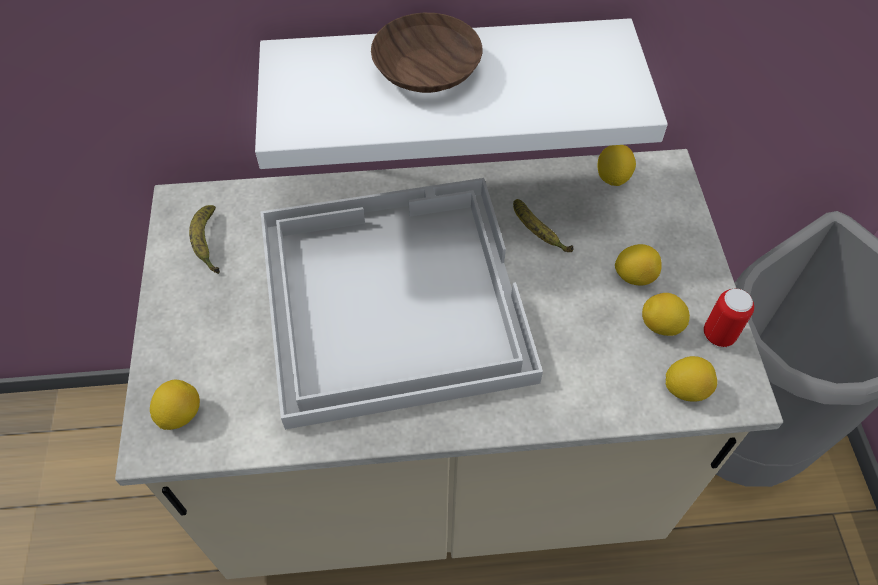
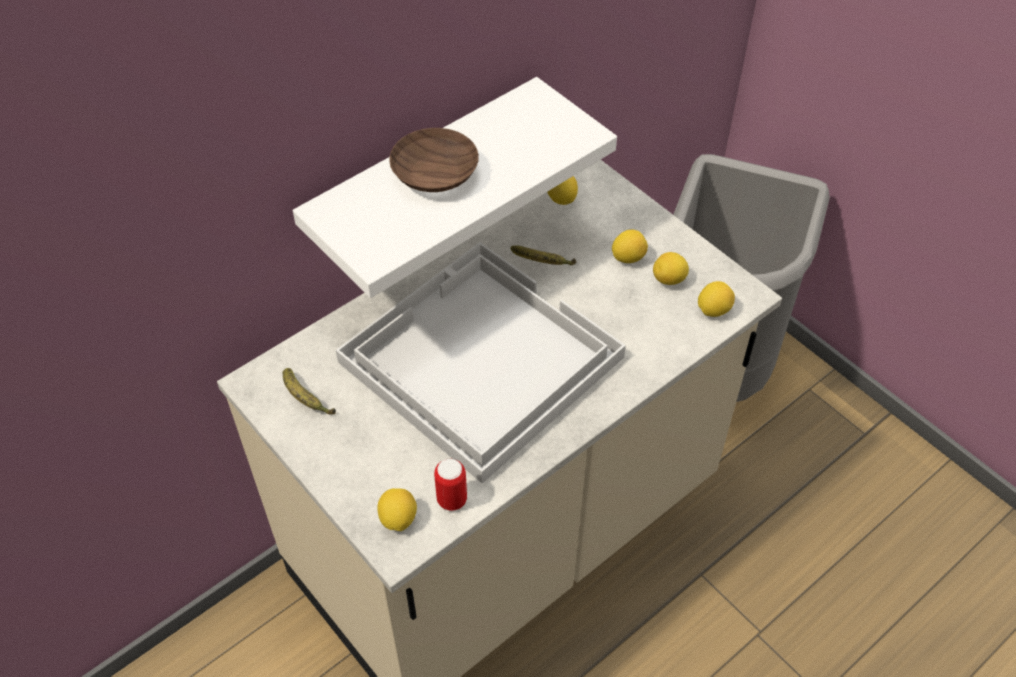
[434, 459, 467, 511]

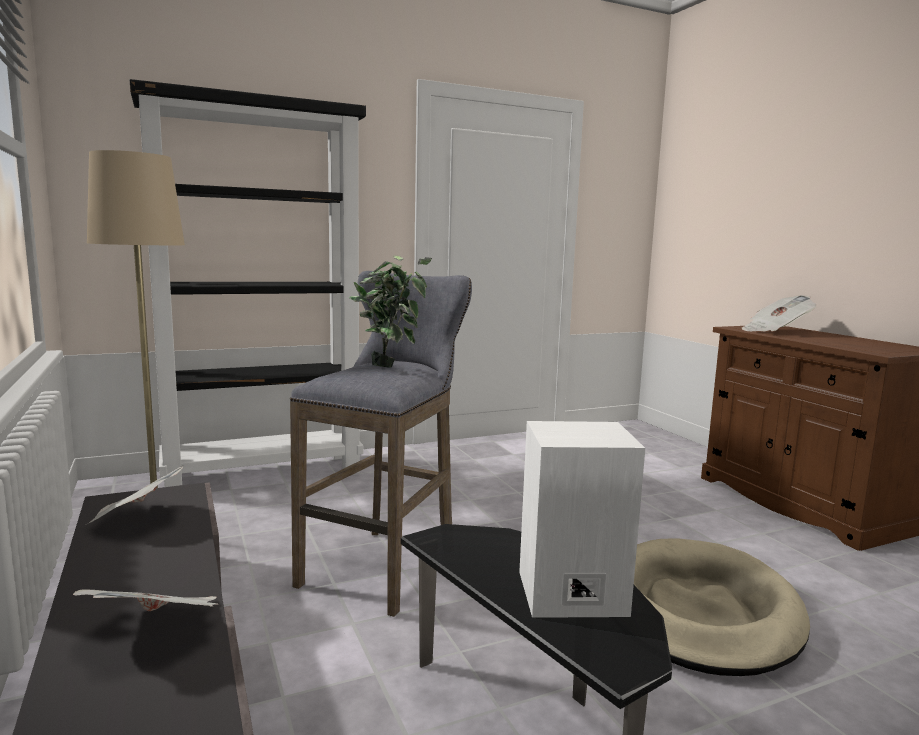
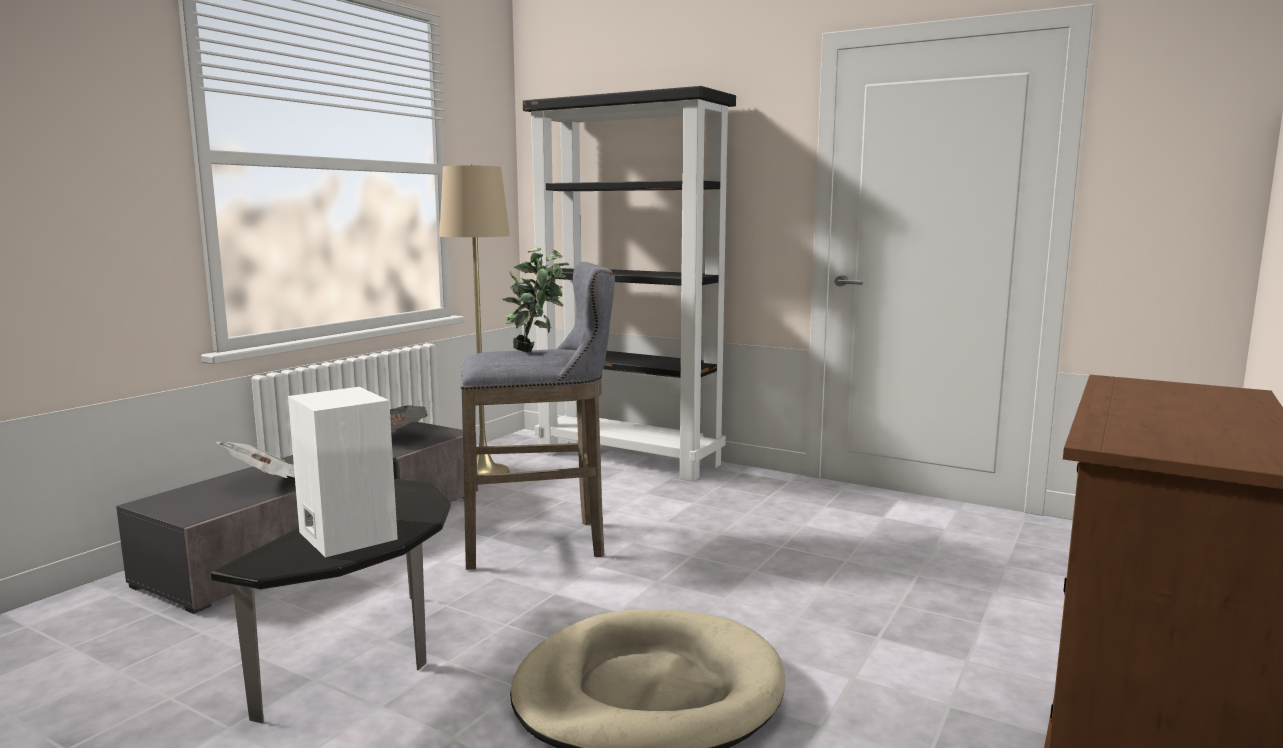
[741, 295, 816, 332] (first image)

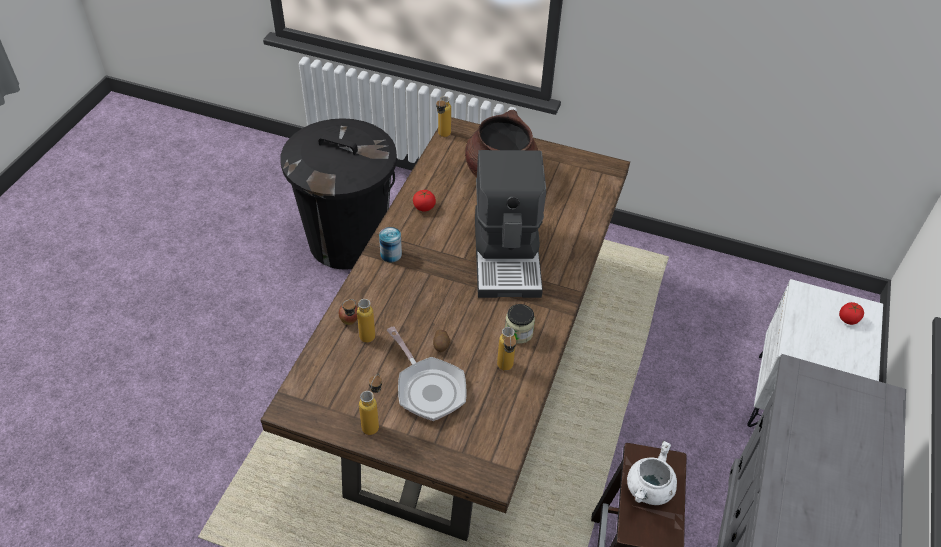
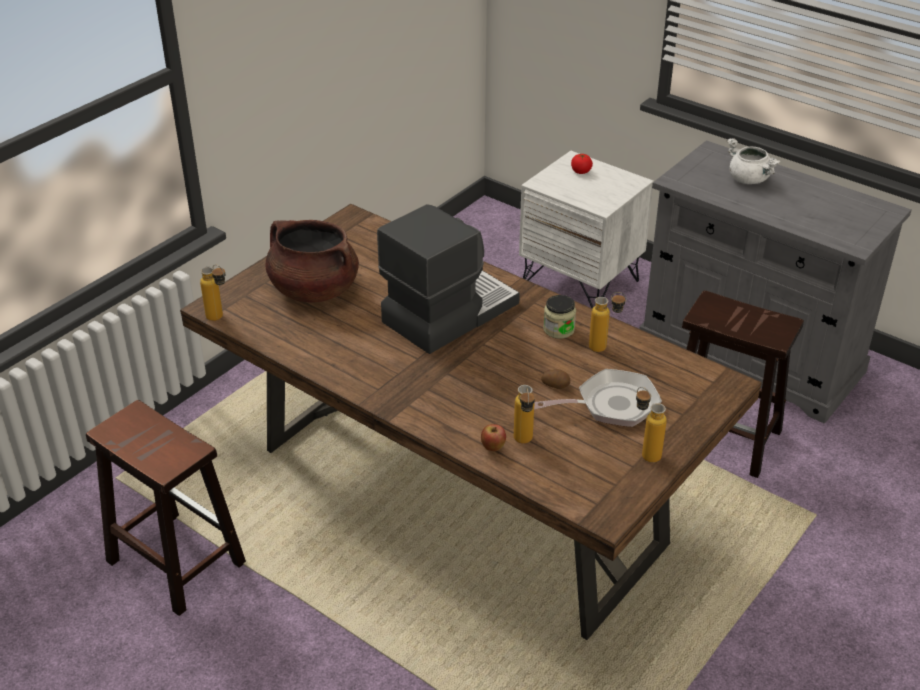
[86, 400, 246, 616]
[377, 204, 520, 354]
[413, 190, 436, 211] (first image)
[379, 227, 402, 262] (first image)
[727, 138, 780, 184]

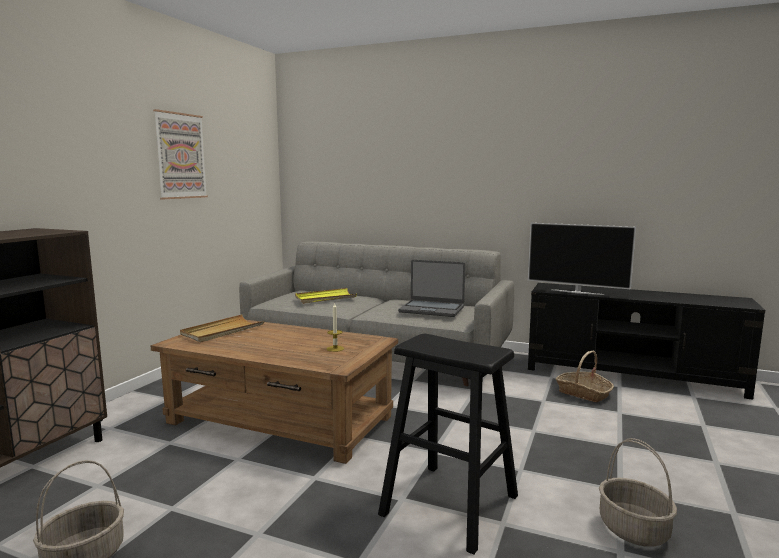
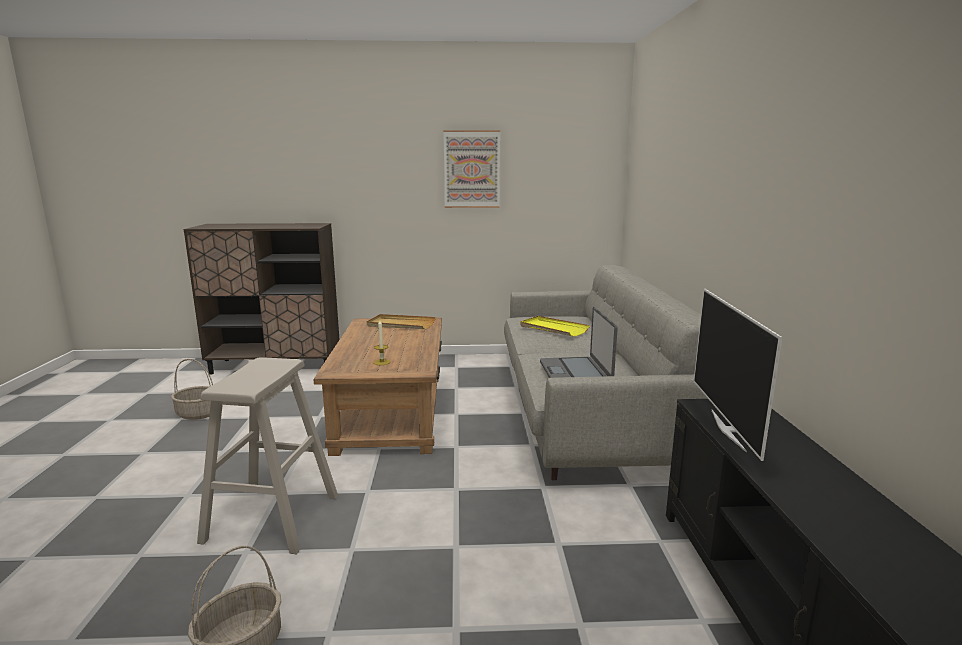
[197, 358, 338, 554]
[556, 351, 614, 402] (first image)

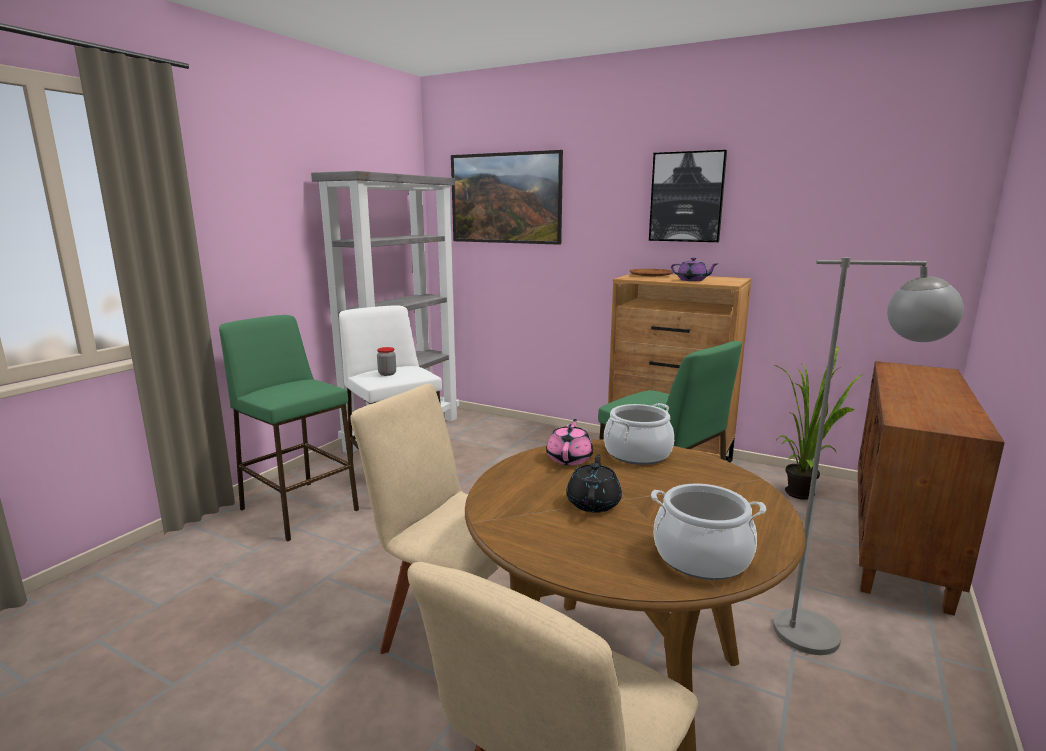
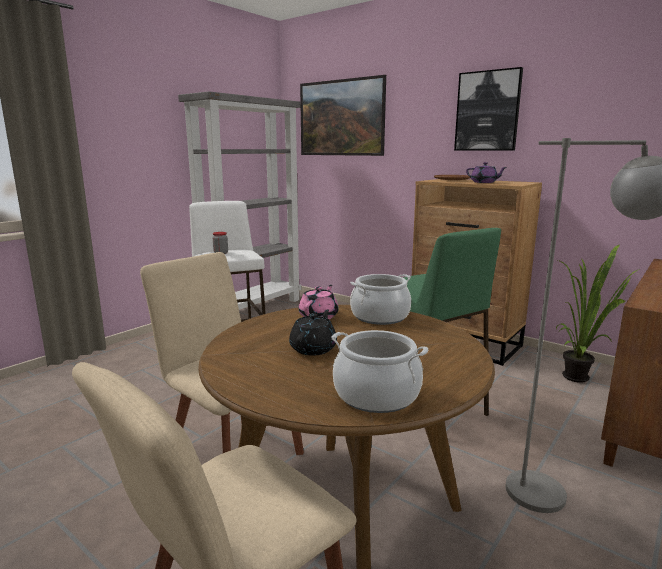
[219, 315, 359, 541] (first image)

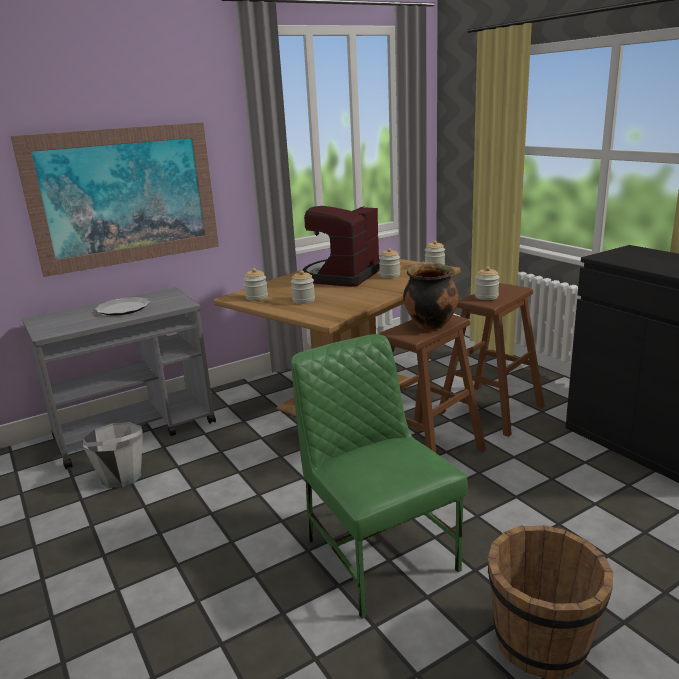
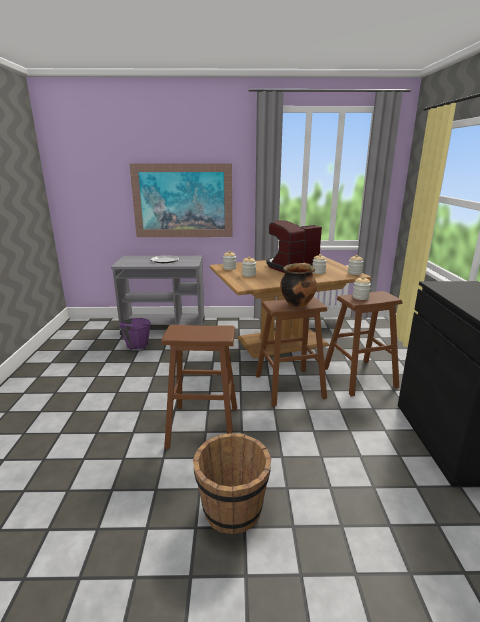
[161, 325, 237, 449]
[119, 318, 151, 351]

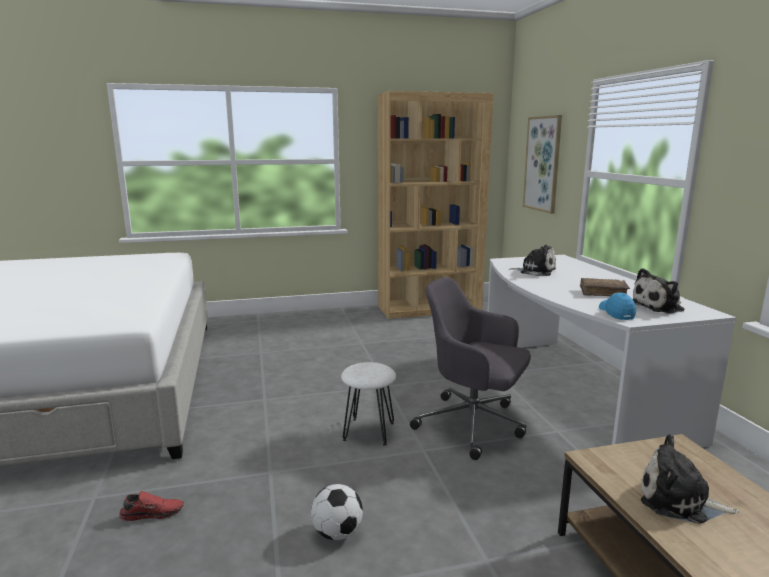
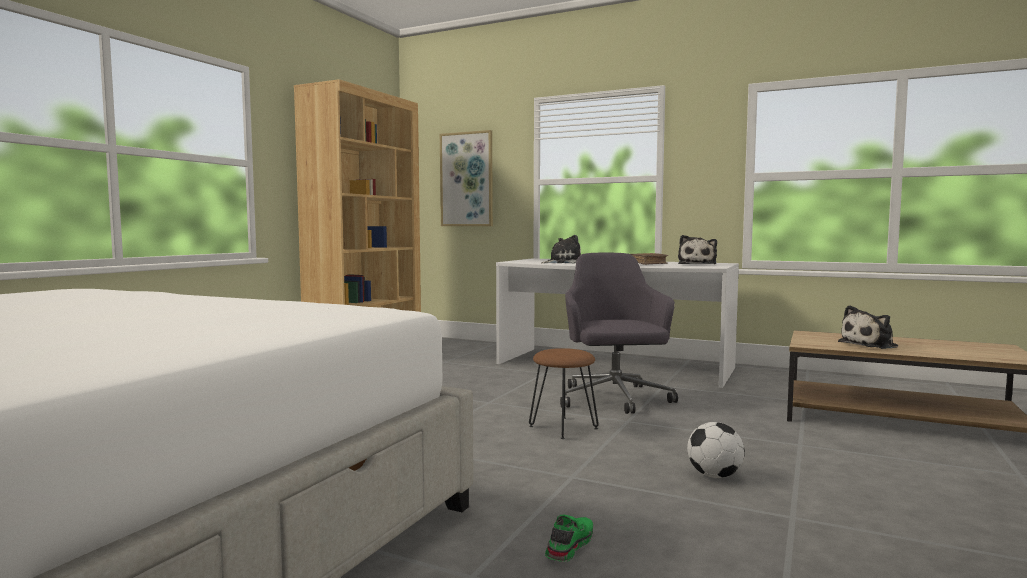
[560, 252, 678, 414]
[599, 293, 636, 320] (first image)
[529, 348, 599, 439]
[545, 515, 594, 562]

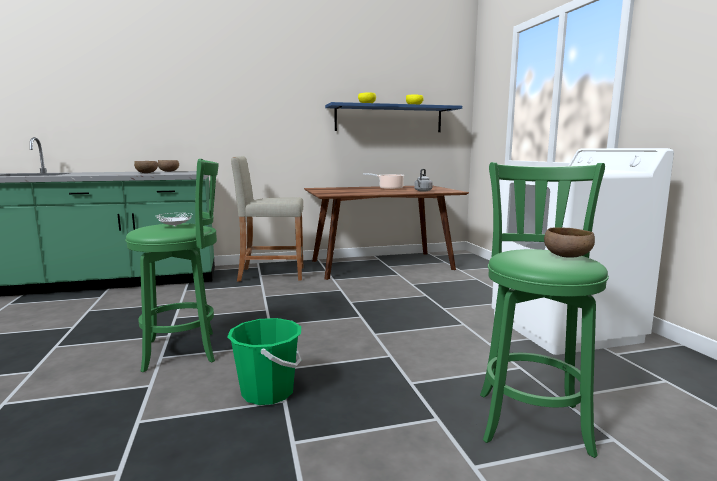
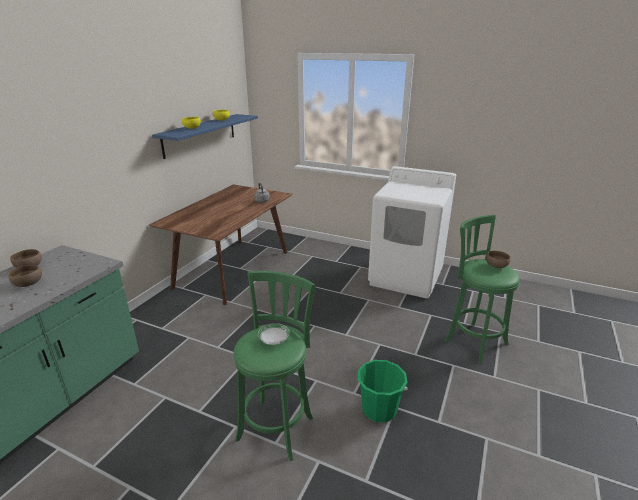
[231, 156, 303, 282] (first image)
[363, 173, 405, 190] (first image)

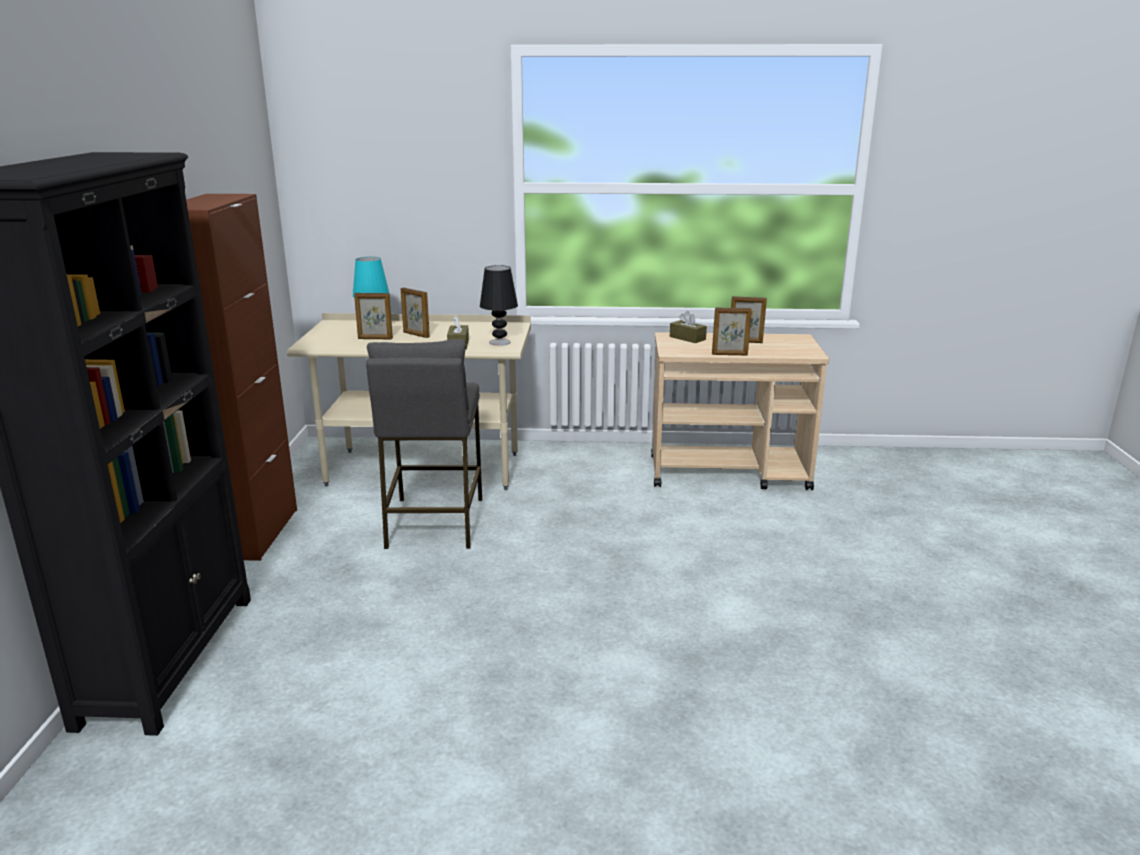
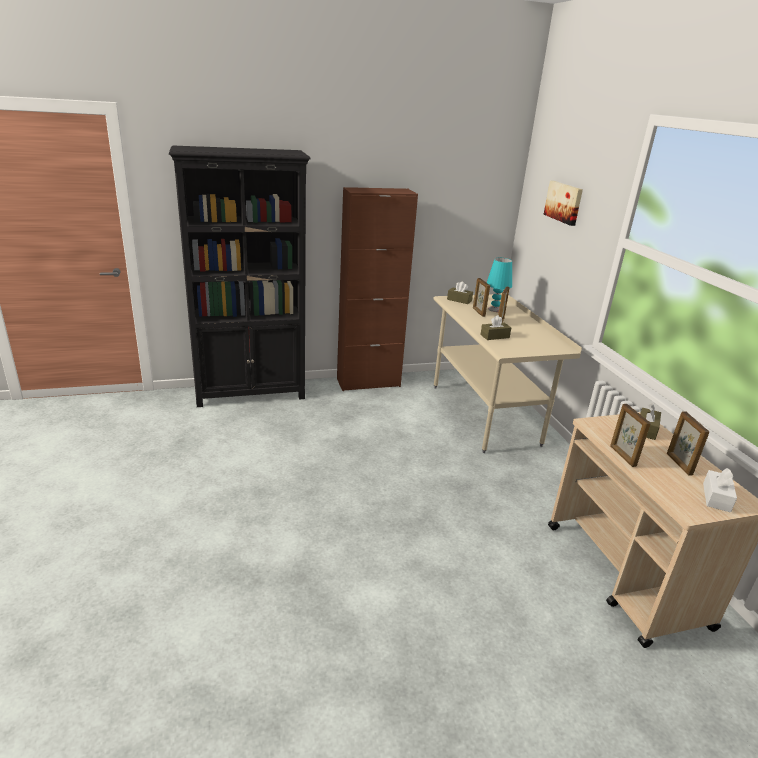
[480, 265, 518, 346] (first image)
[366, 339, 482, 549] (first image)
[544, 181, 583, 226]
[447, 282, 473, 304]
[703, 468, 737, 512]

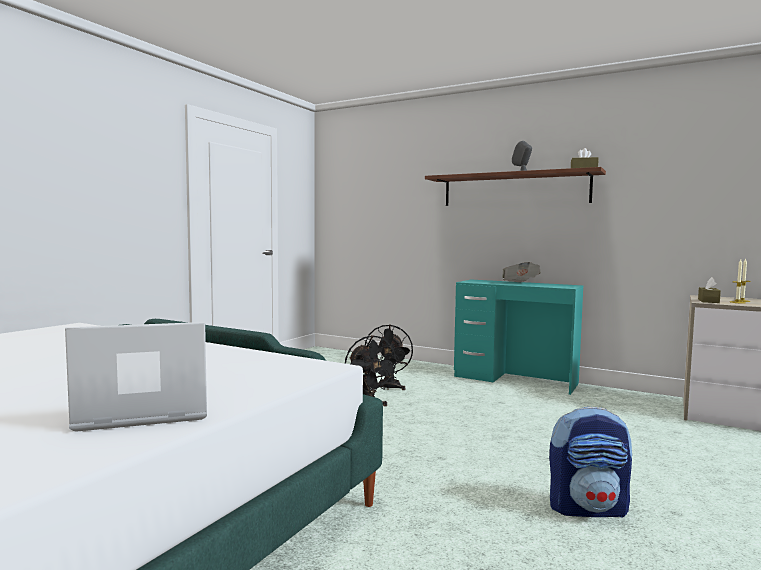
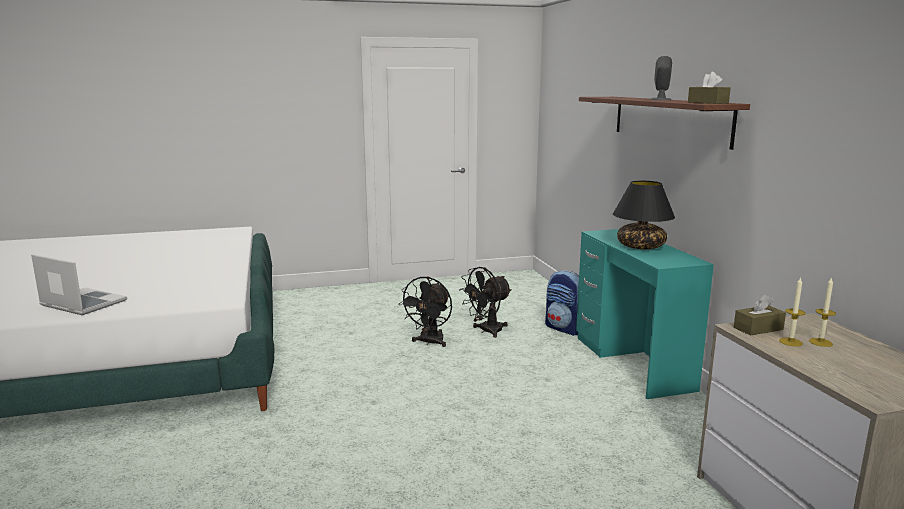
[613, 181, 675, 249]
[545, 271, 579, 336]

